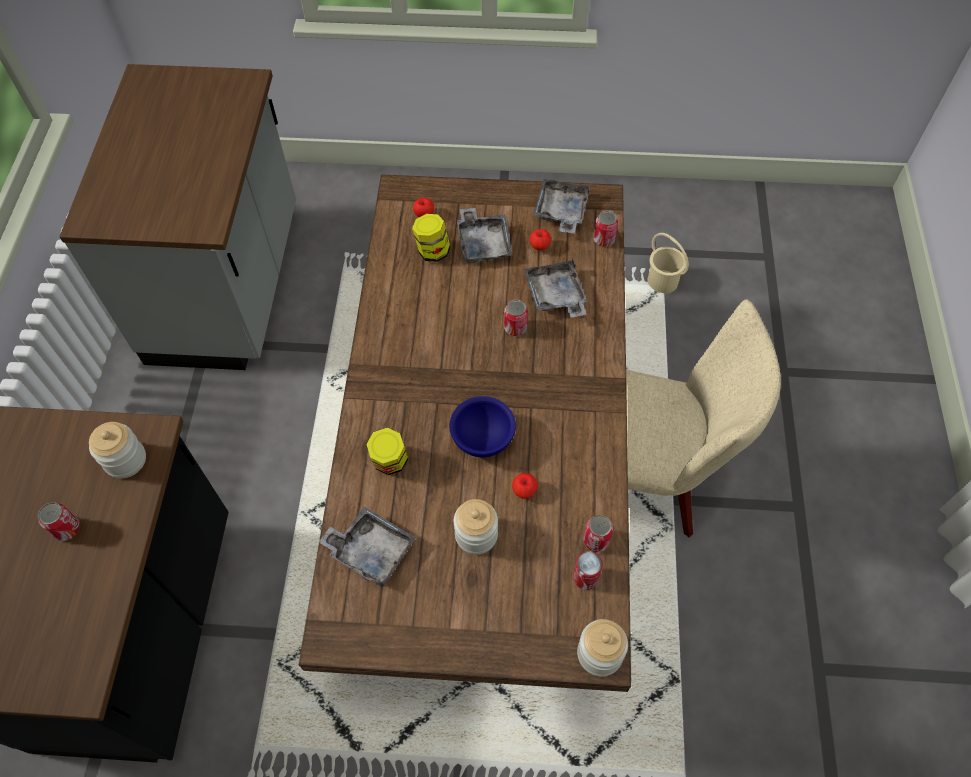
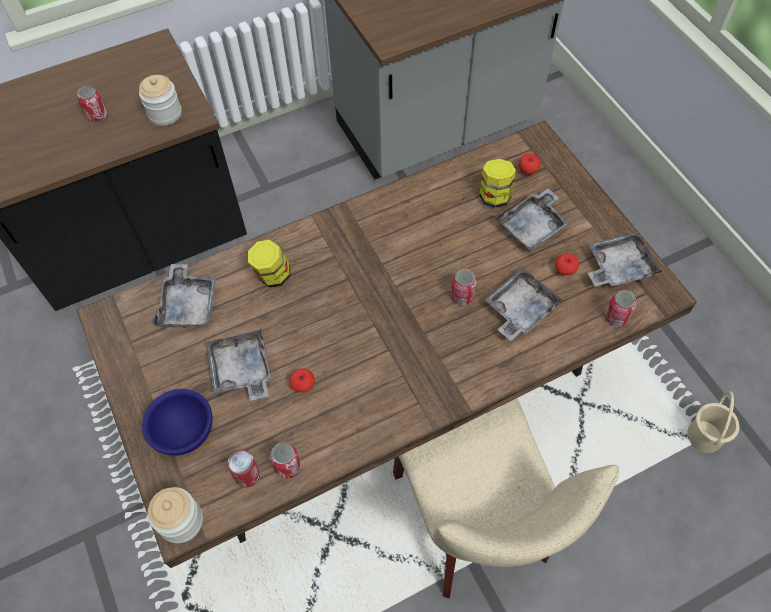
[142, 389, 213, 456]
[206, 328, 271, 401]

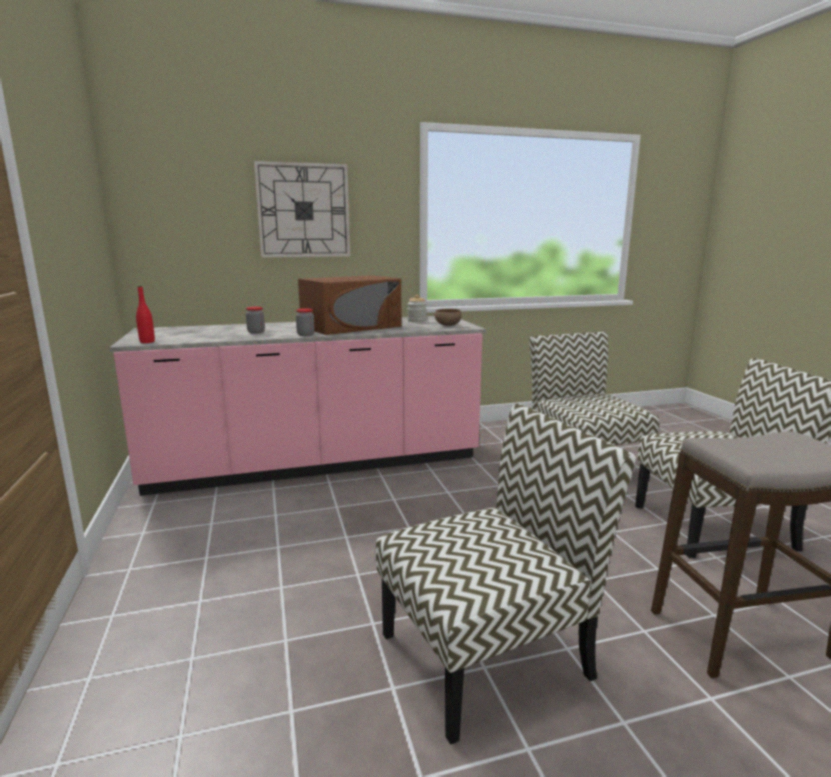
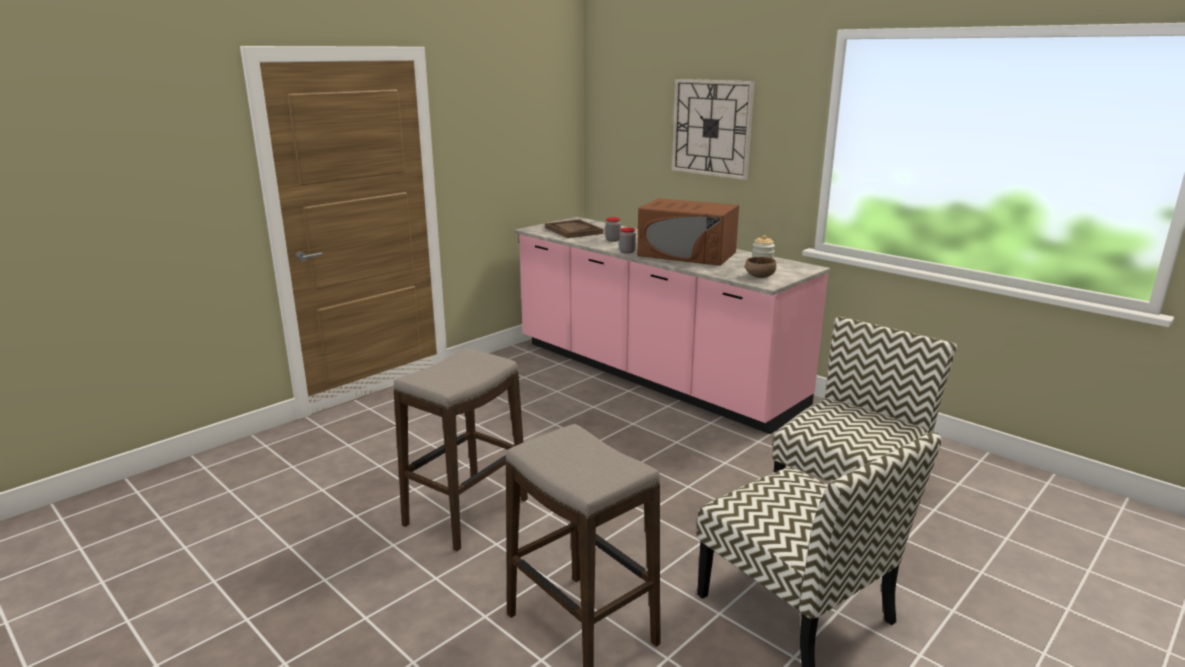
[136, 286, 155, 343] (first image)
[394, 348, 528, 551]
[545, 219, 603, 238]

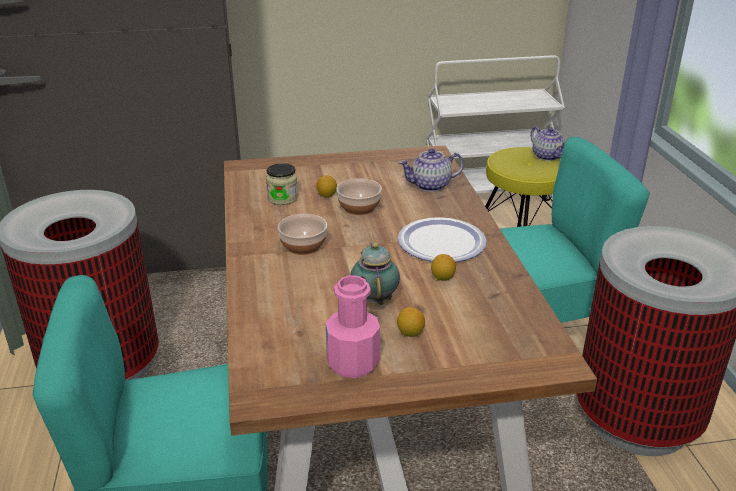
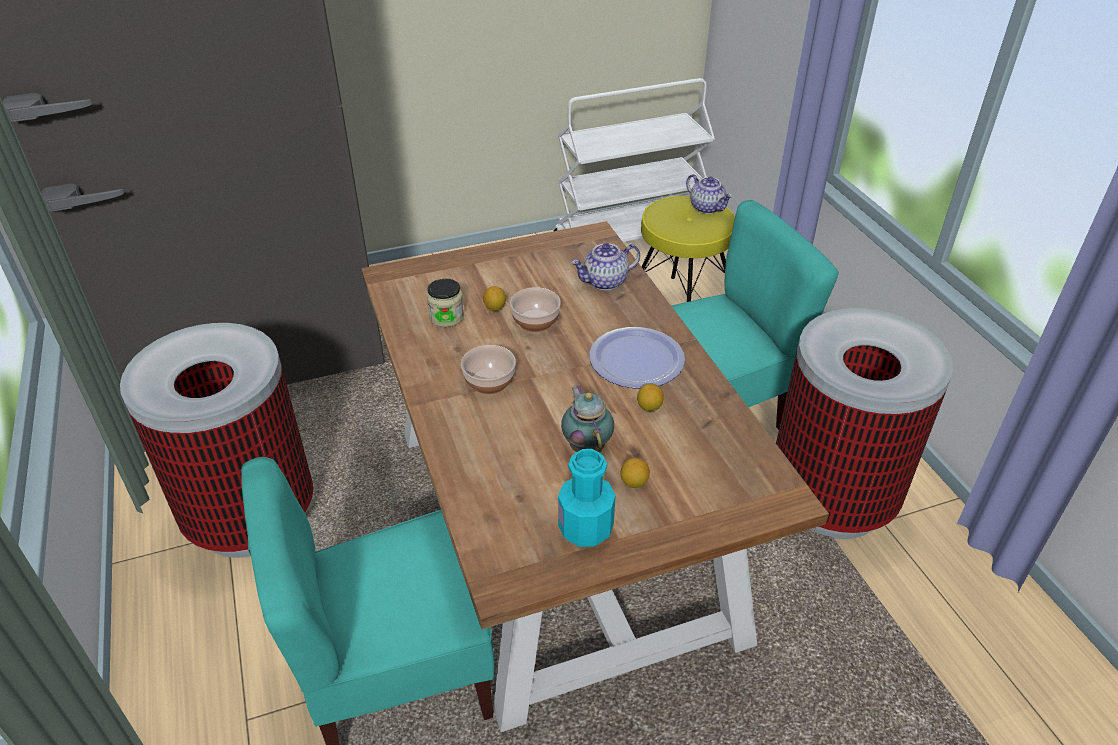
[558, 449, 616, 547]

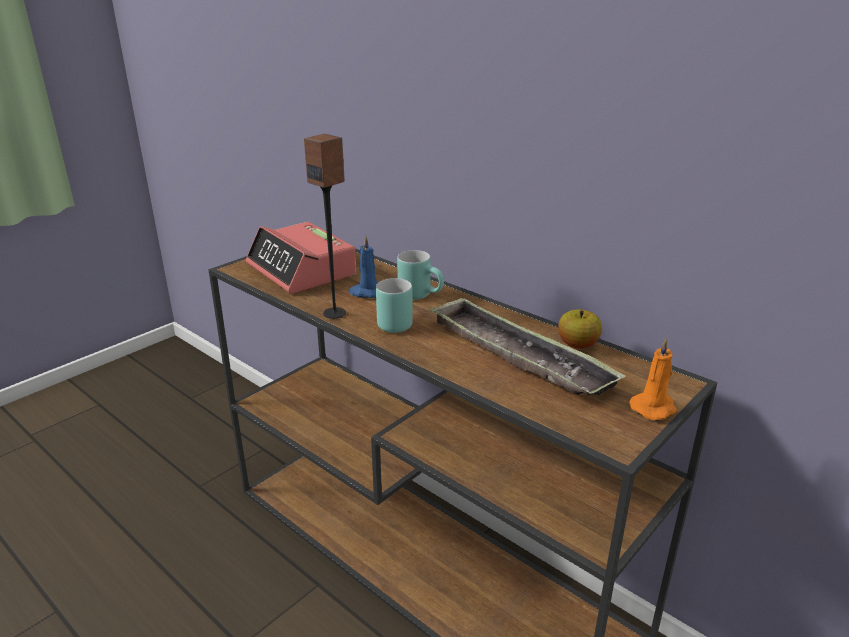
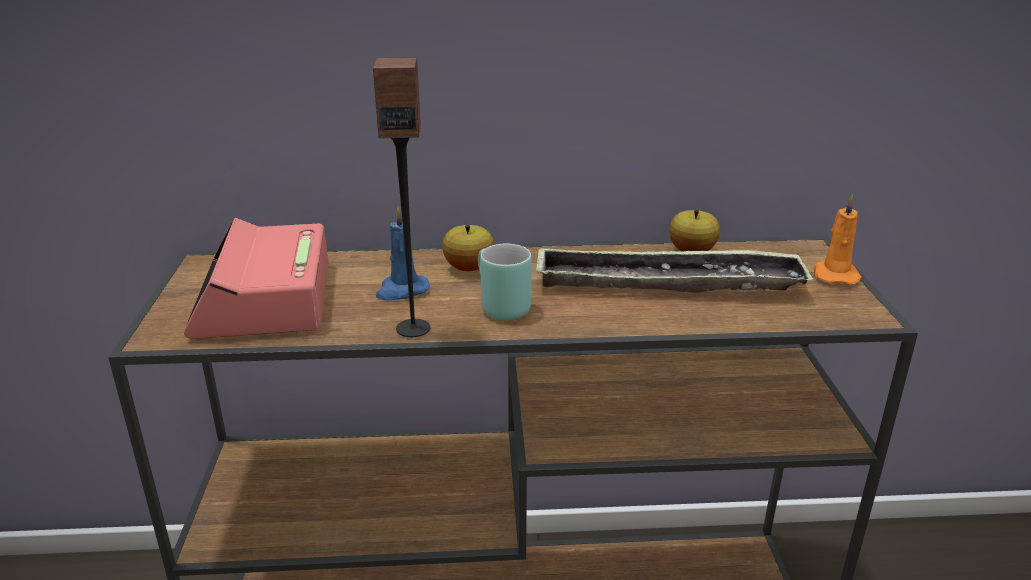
[184, 218, 328, 339]
[442, 225, 494, 271]

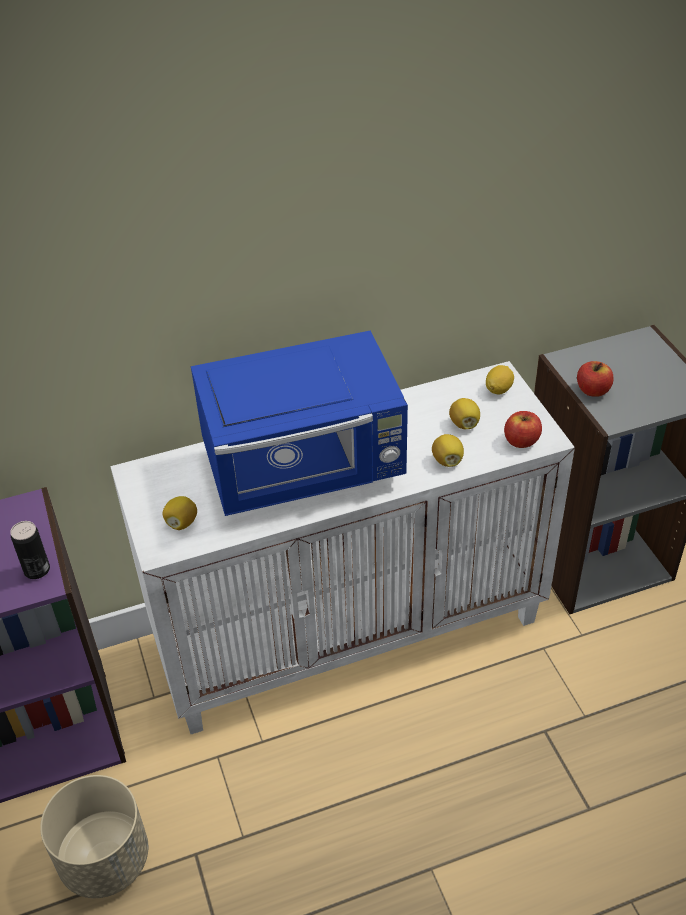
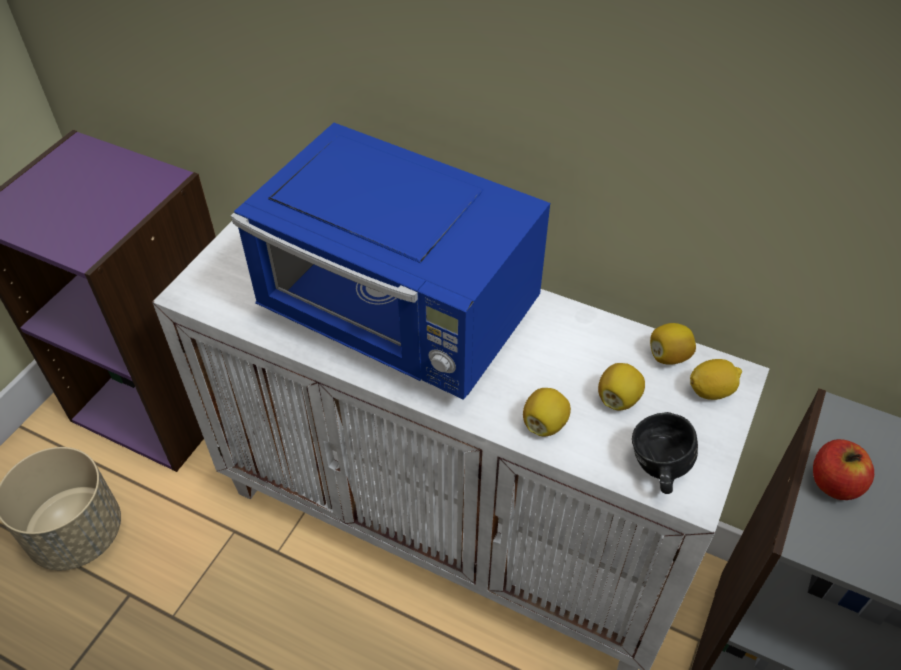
[632, 412, 698, 494]
[650, 323, 696, 365]
[10, 521, 50, 579] (first image)

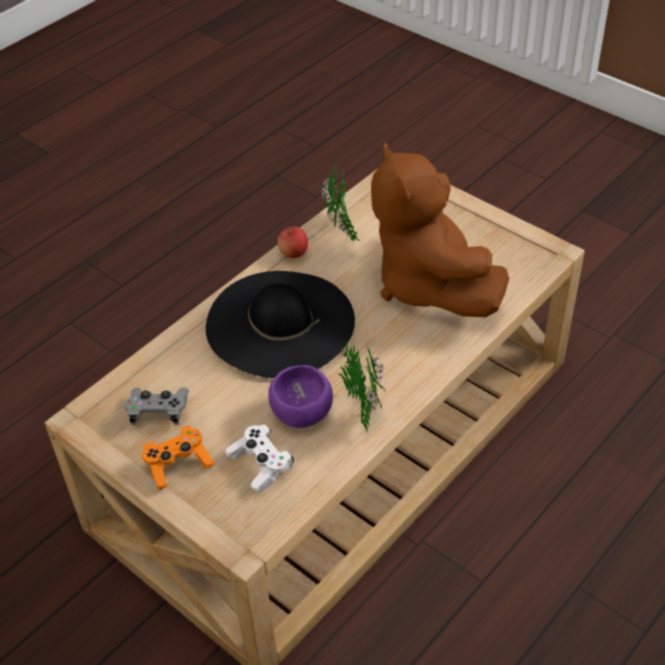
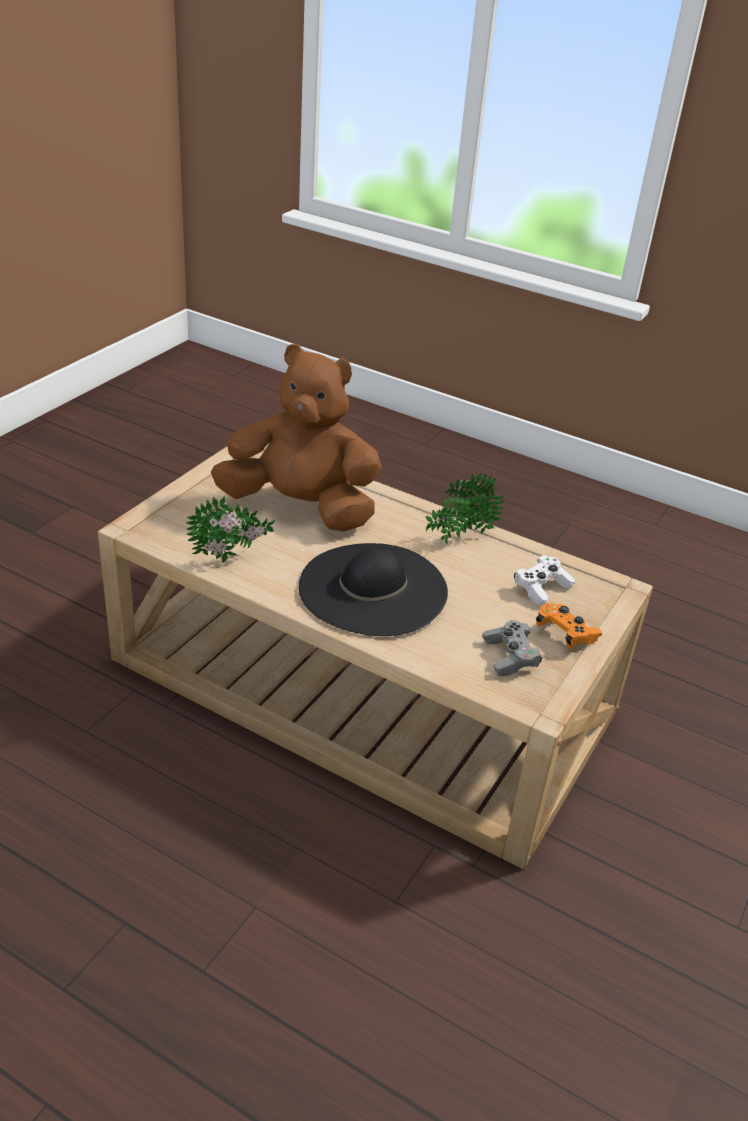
[211, 344, 382, 532]
[278, 227, 308, 258] (first image)
[268, 365, 333, 428] (first image)

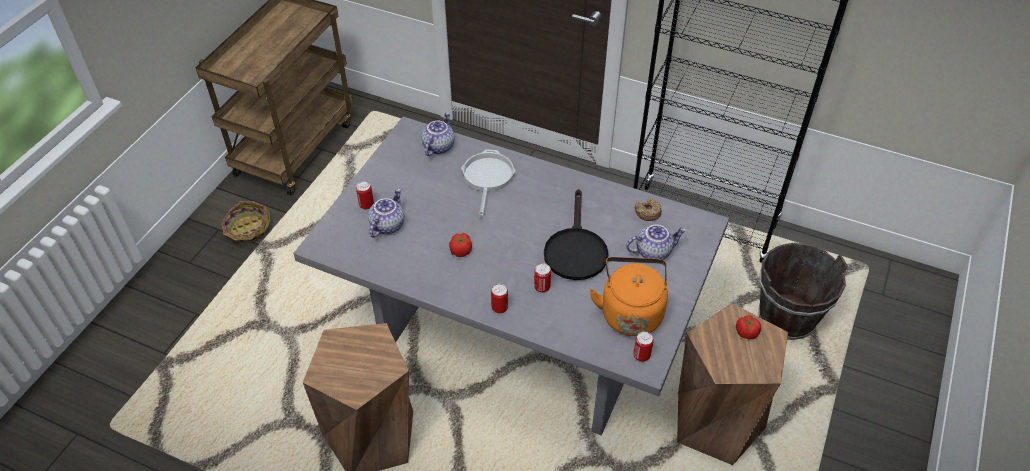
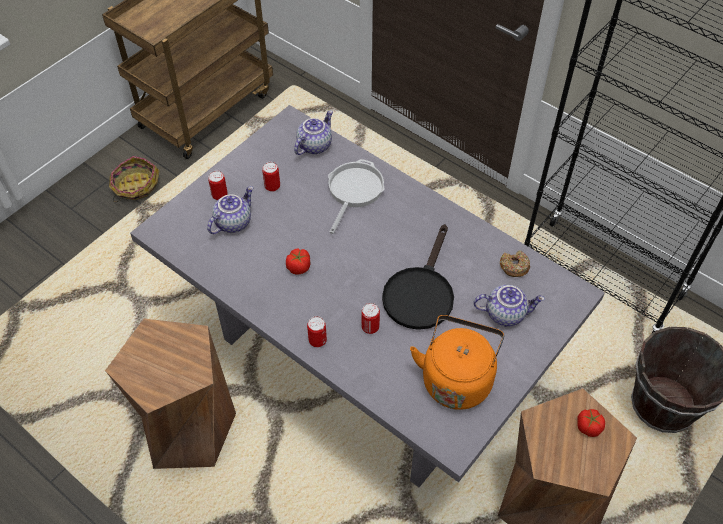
[262, 162, 280, 192]

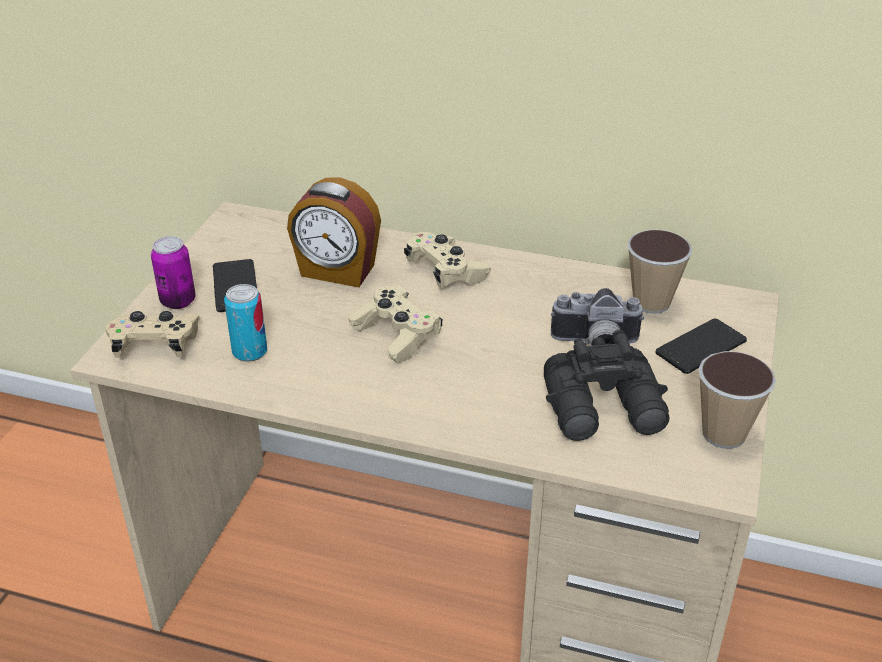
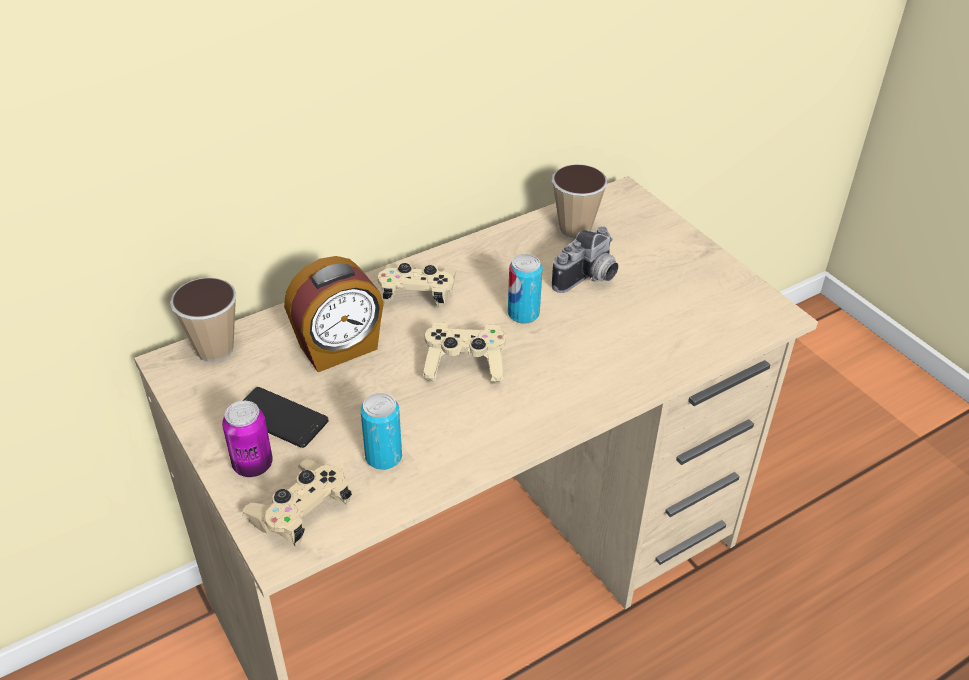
[655, 319, 747, 374] (first image)
[544, 330, 669, 441] (first image)
[170, 278, 237, 362]
[508, 254, 543, 324]

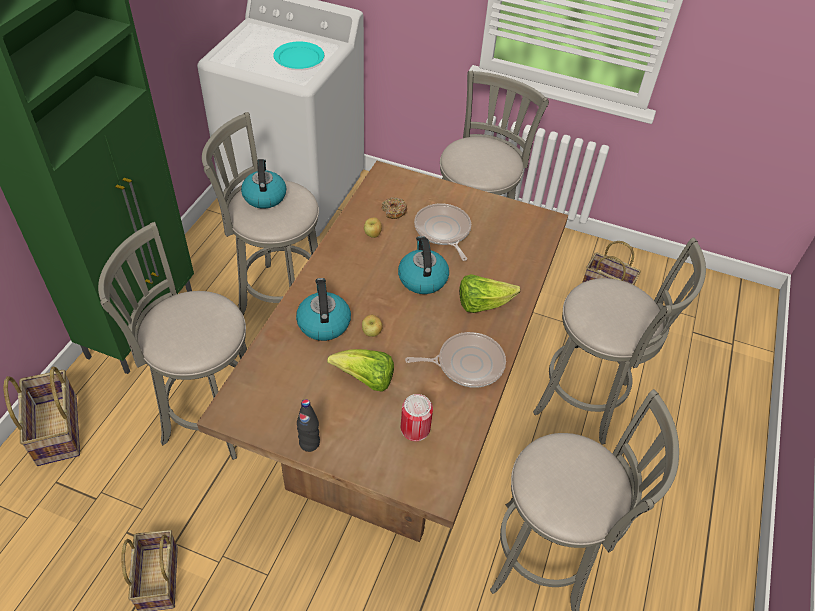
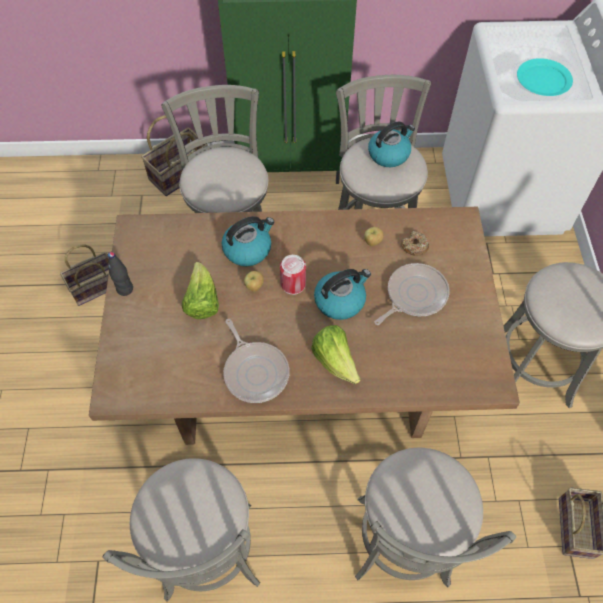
[280, 255, 306, 295]

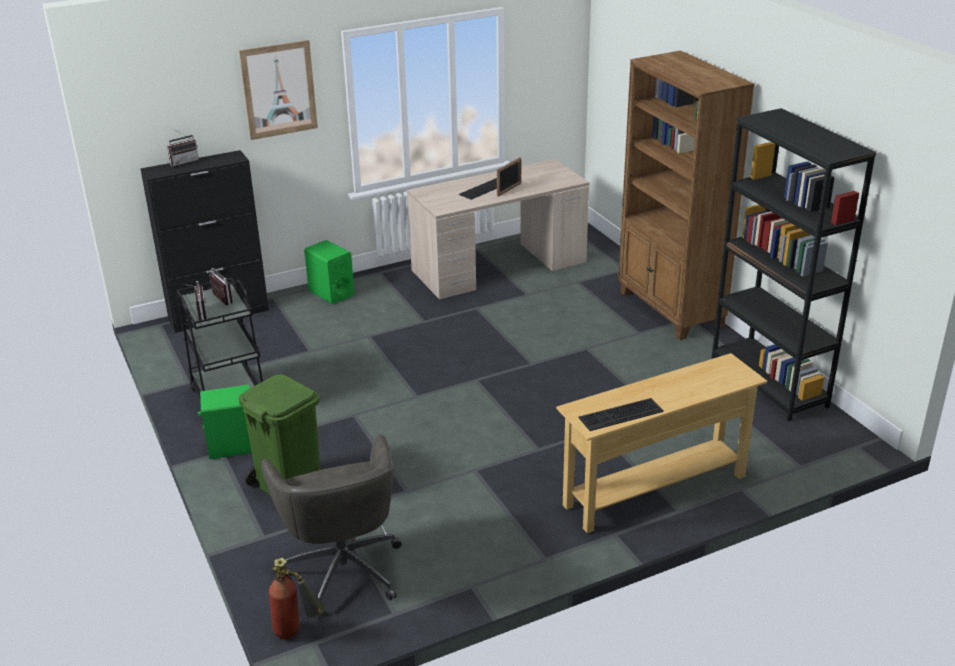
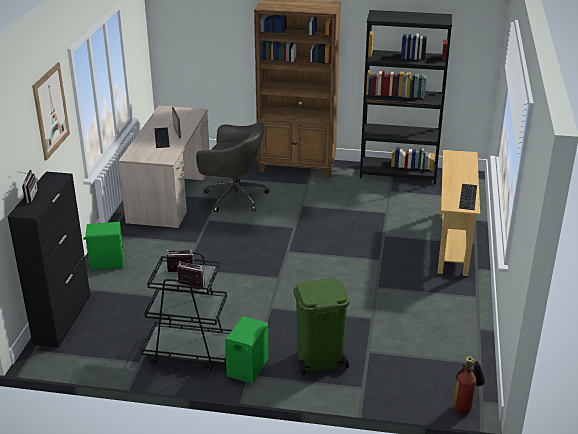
[196, 122, 269, 212]

